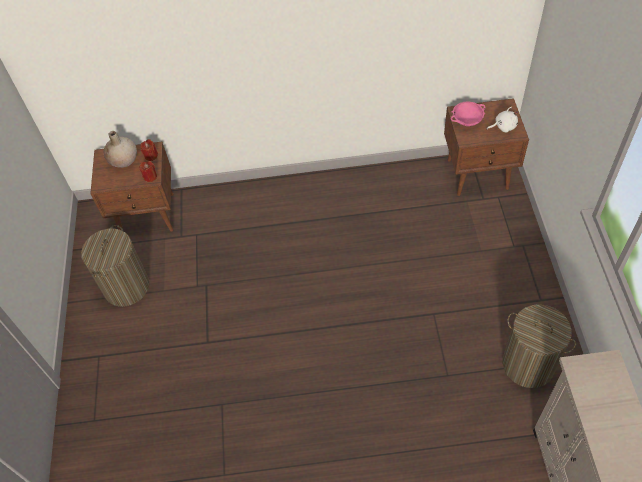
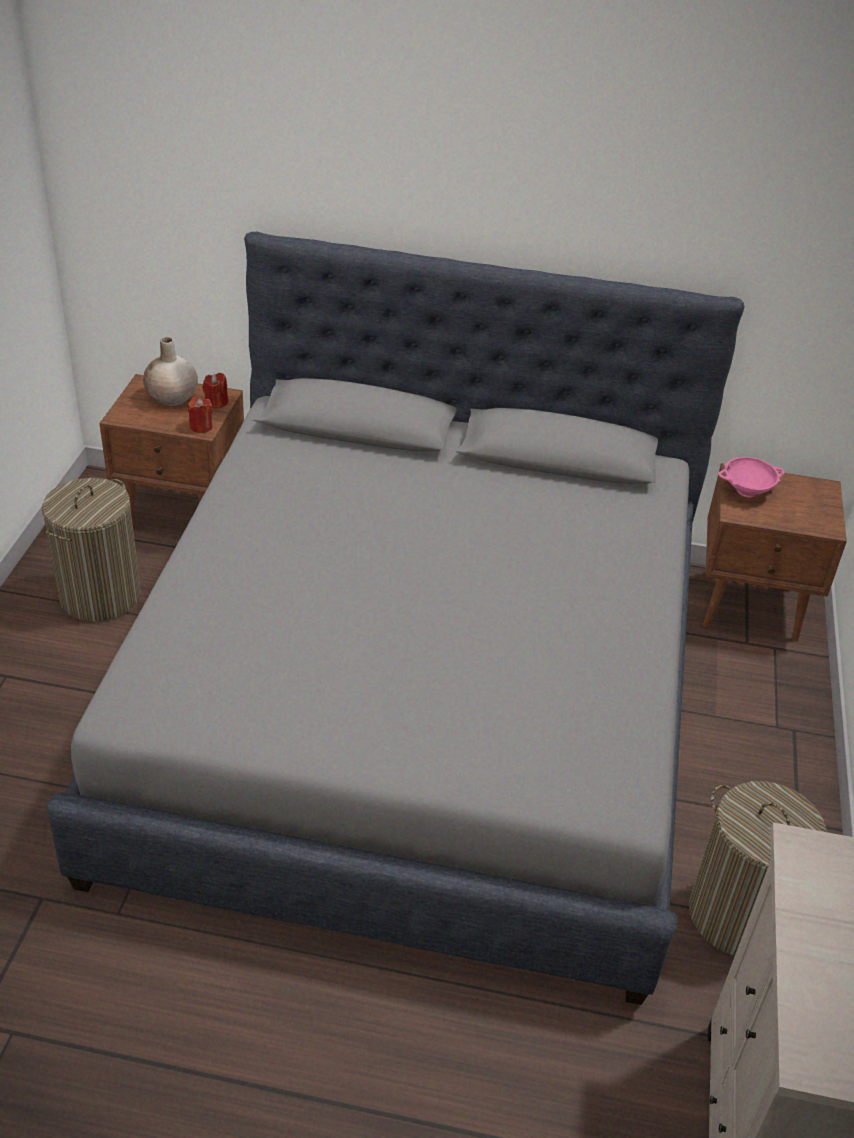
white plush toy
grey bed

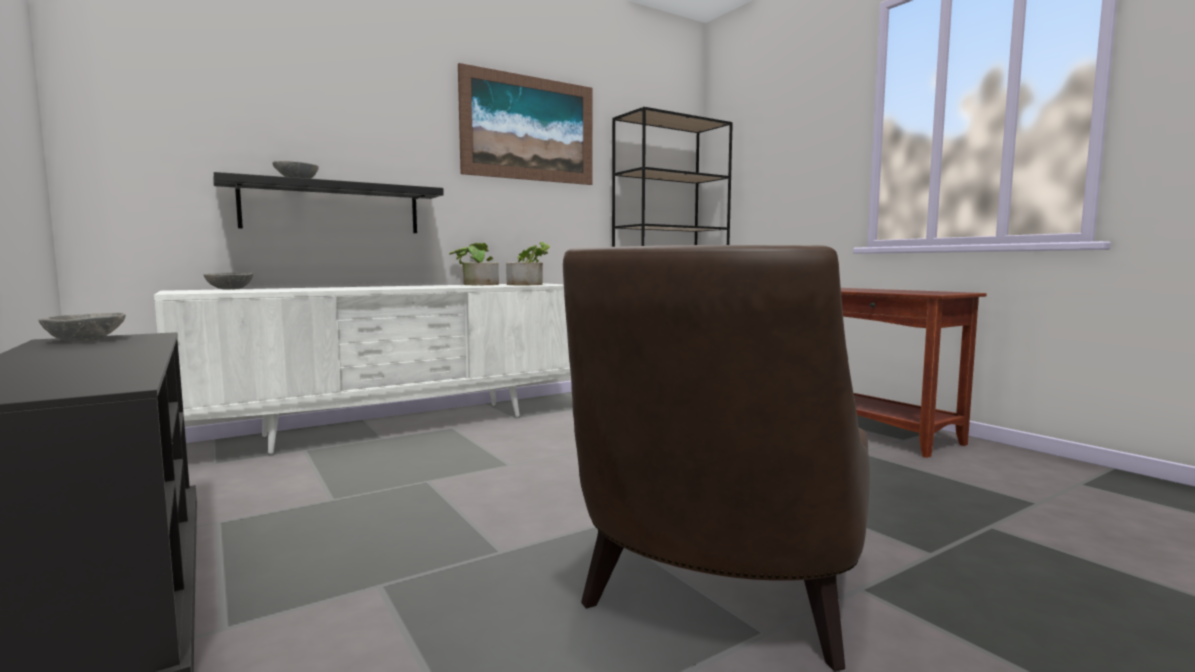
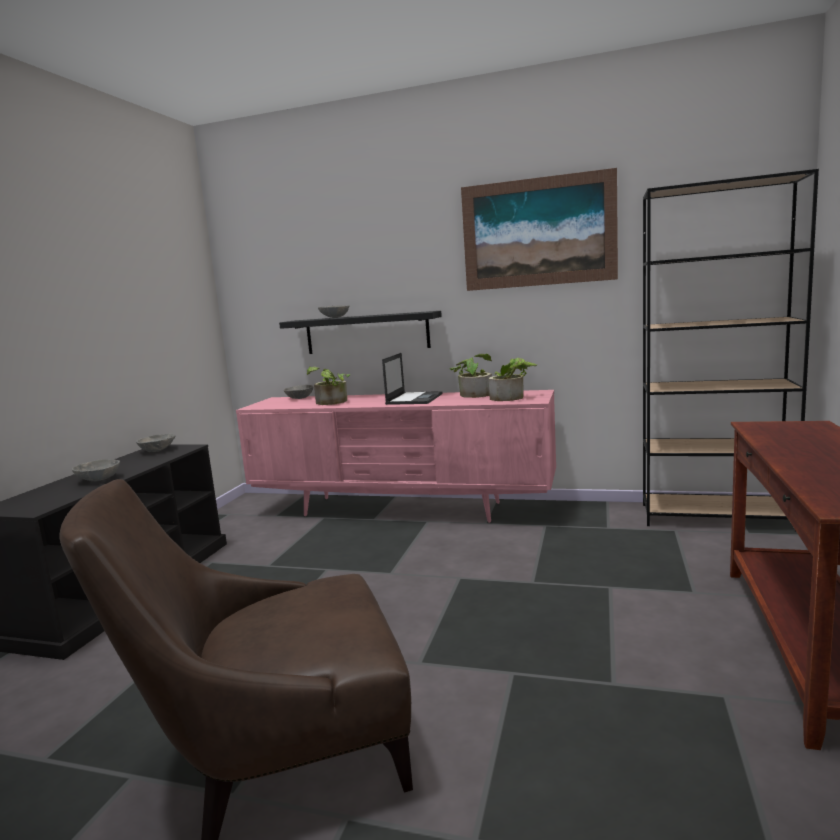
pink cabinet
laptop
potted plant (1st from left)
grey bowl (1st from left)

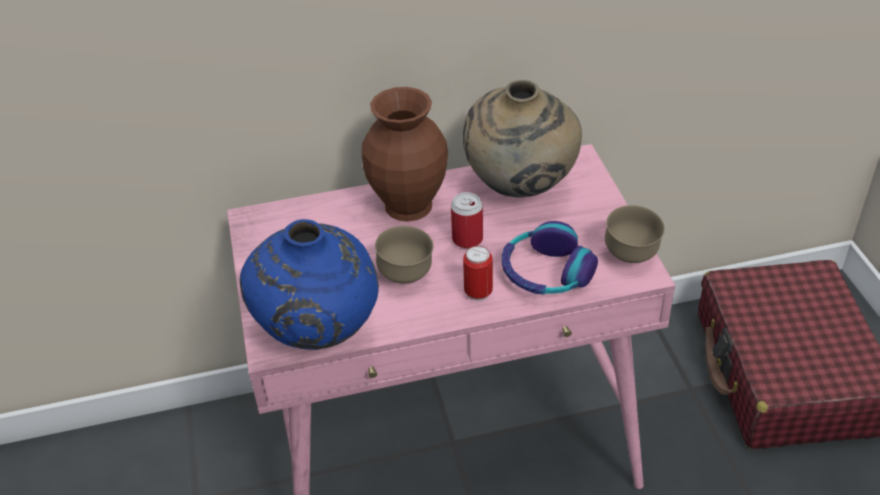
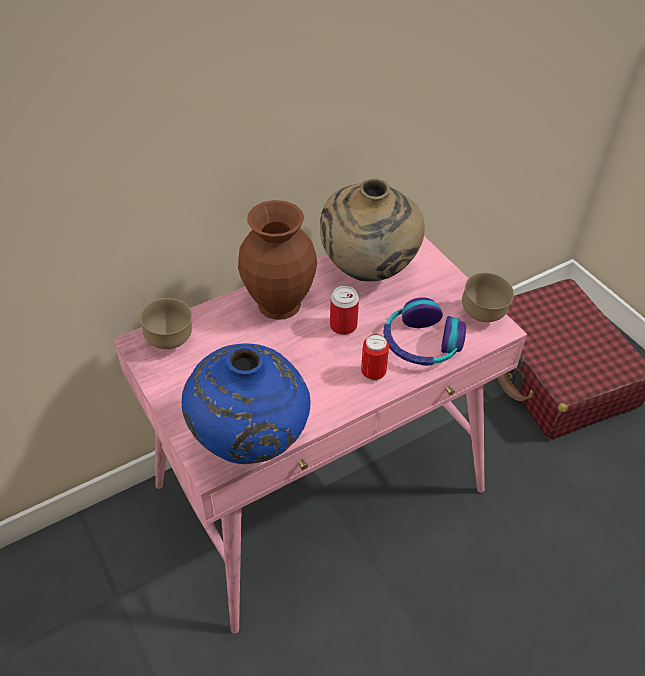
brown bowl (1st from left)

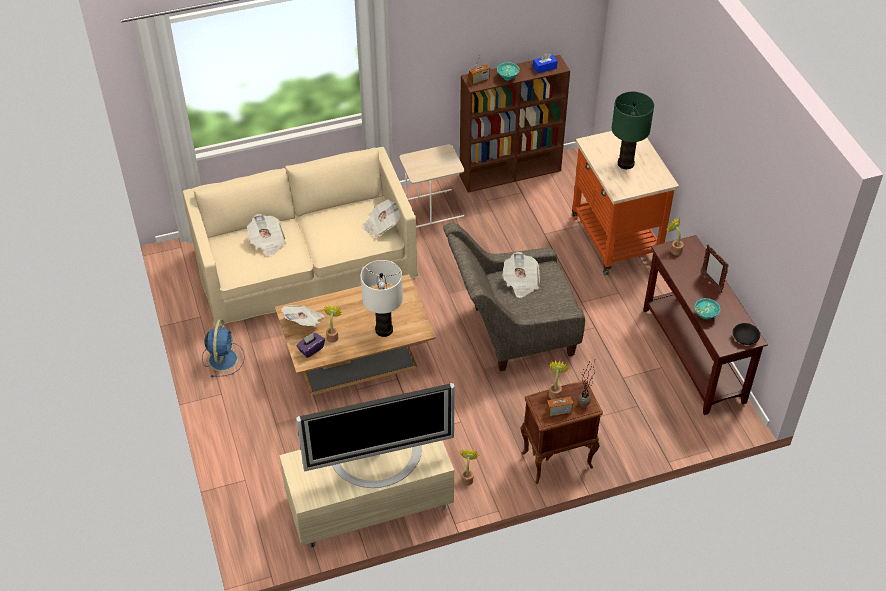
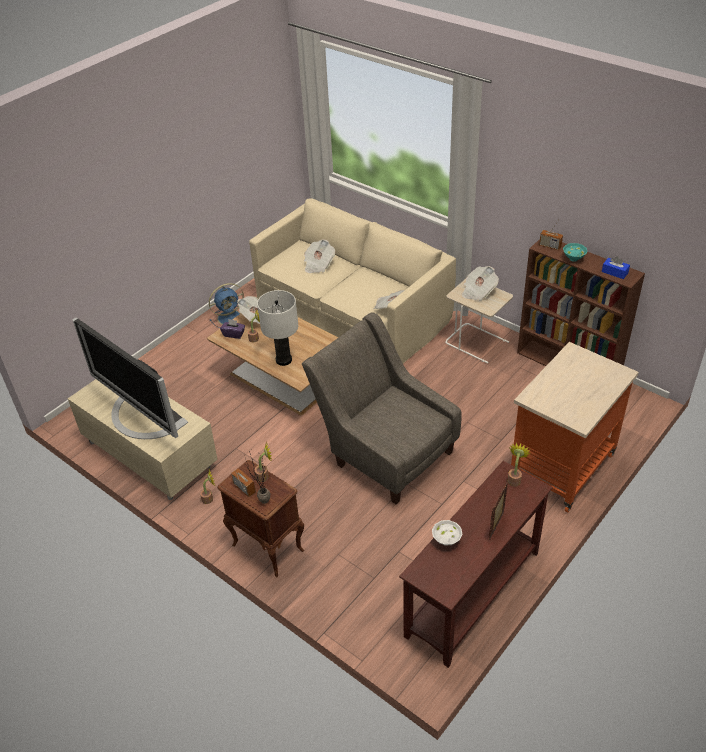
green table lamp
newspaper (4th from left)
white bowl
black bowl

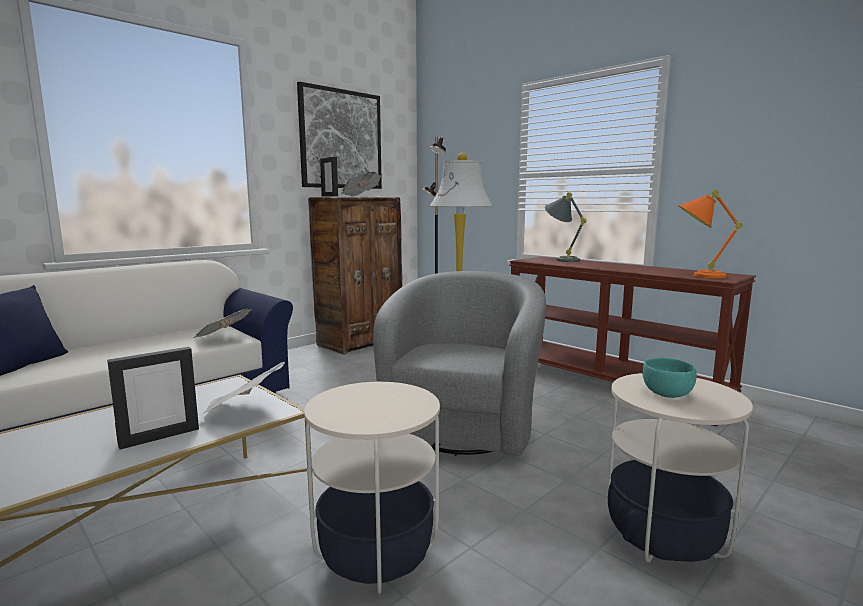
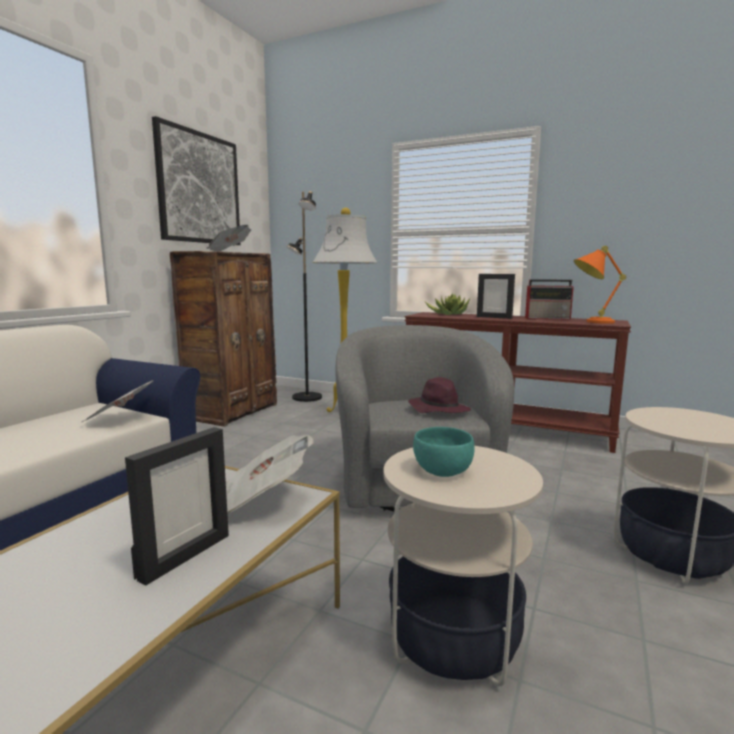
picture frame (2nd from left)
potted plant
turquoise bowl
radio
purple hat

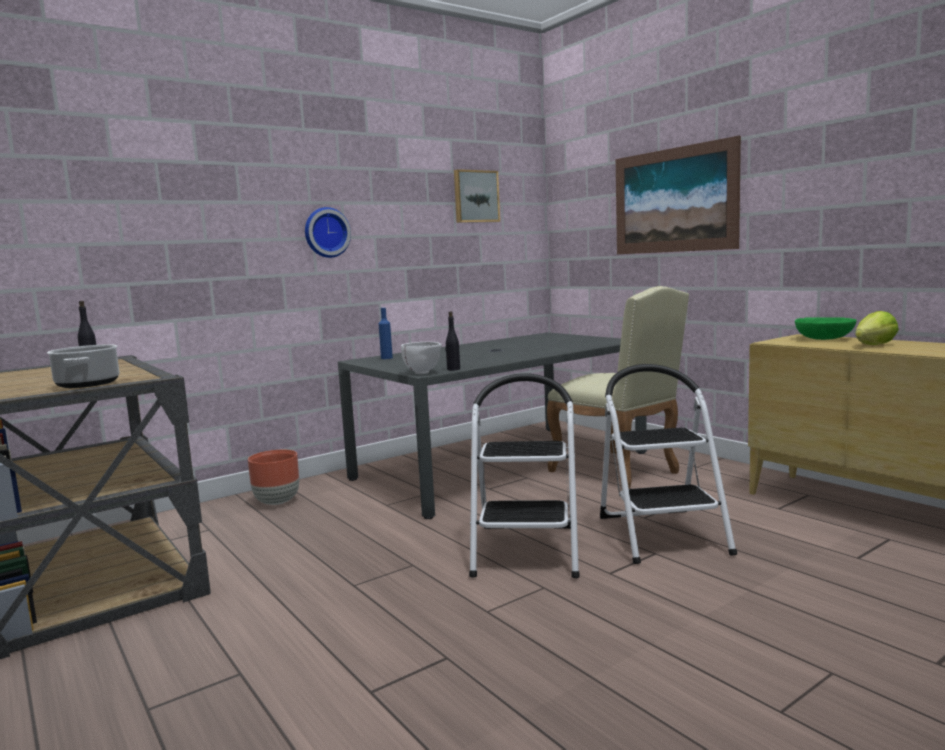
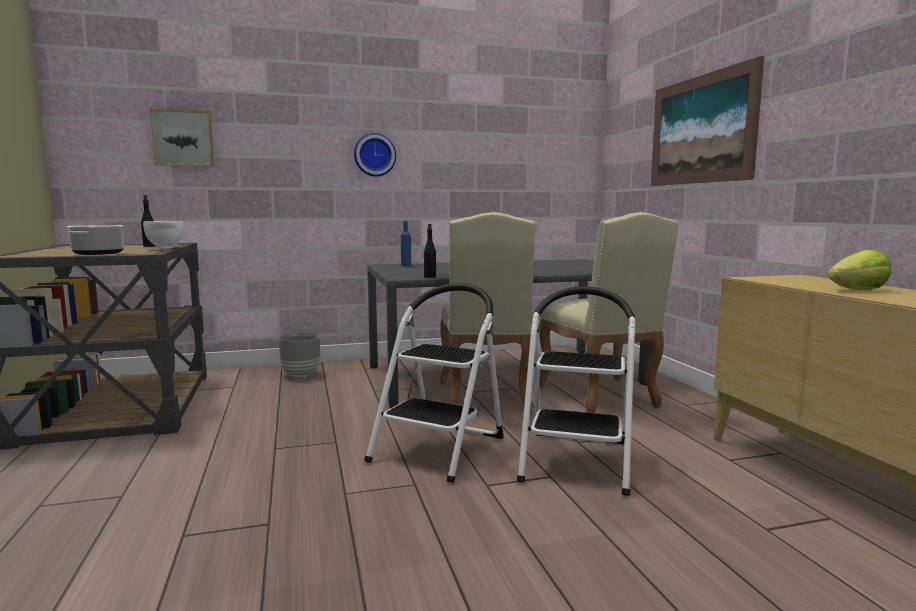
picture (1st from left)
green bowl
white bowl
grey planter
beige chair (1st from left)

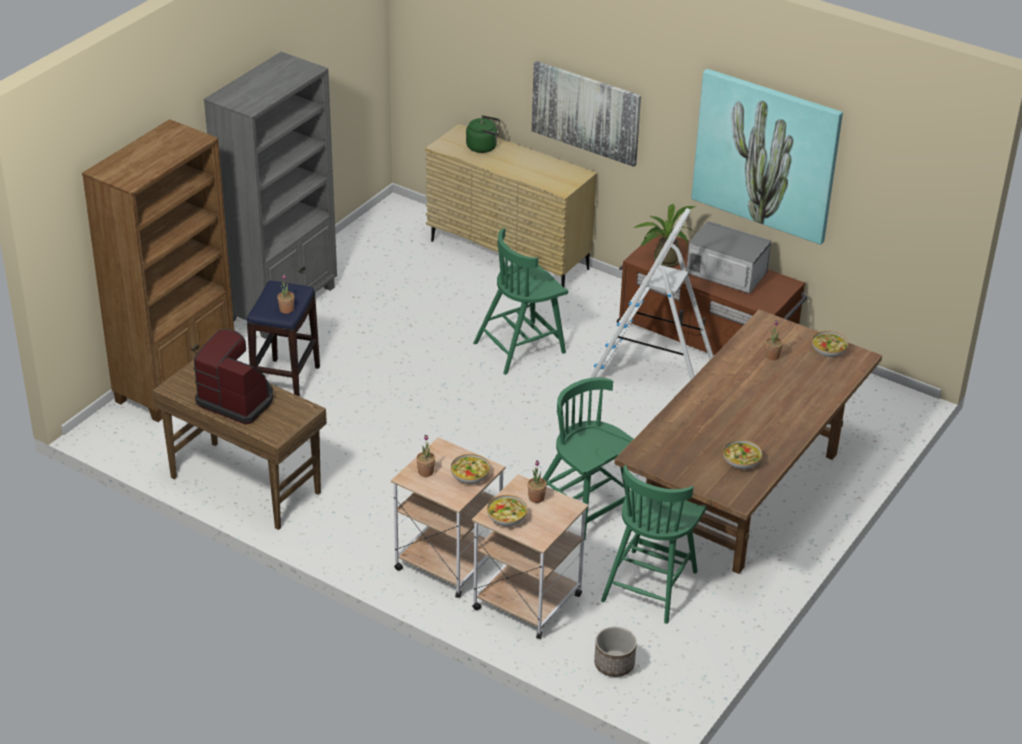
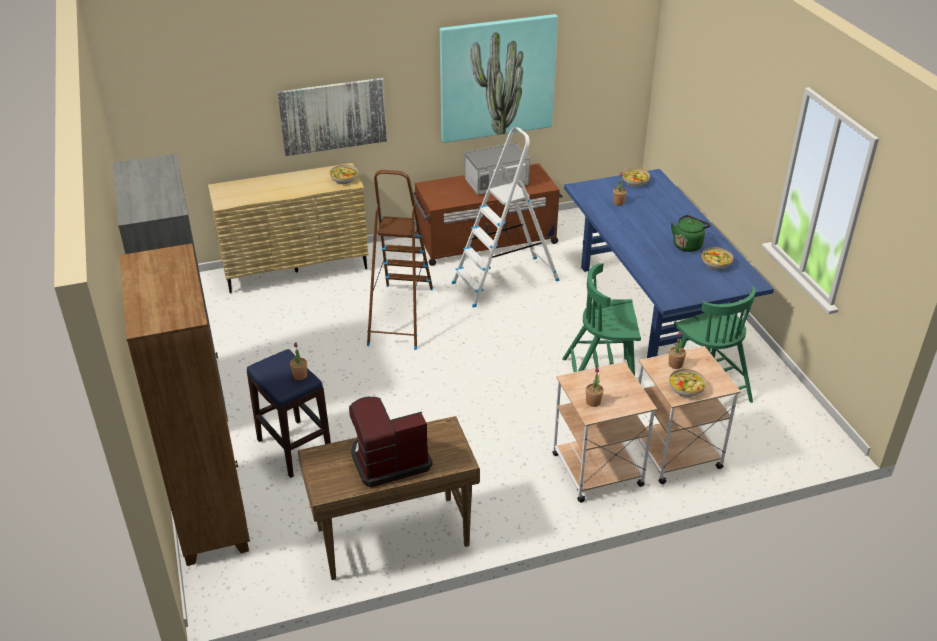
green kettle
potted plant (4th from left in the first image)
brown step ladder
blue dining table
bowl (1st from left)
planter

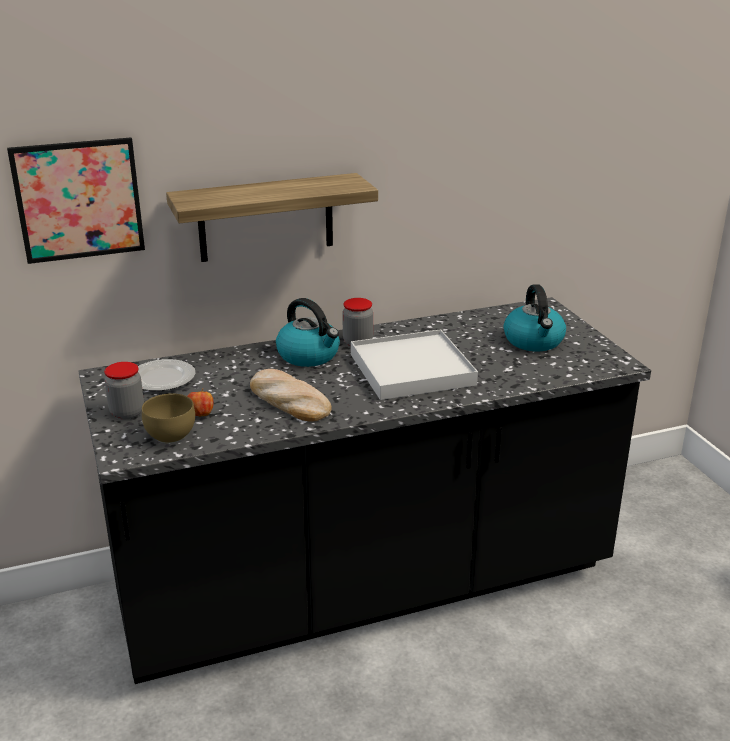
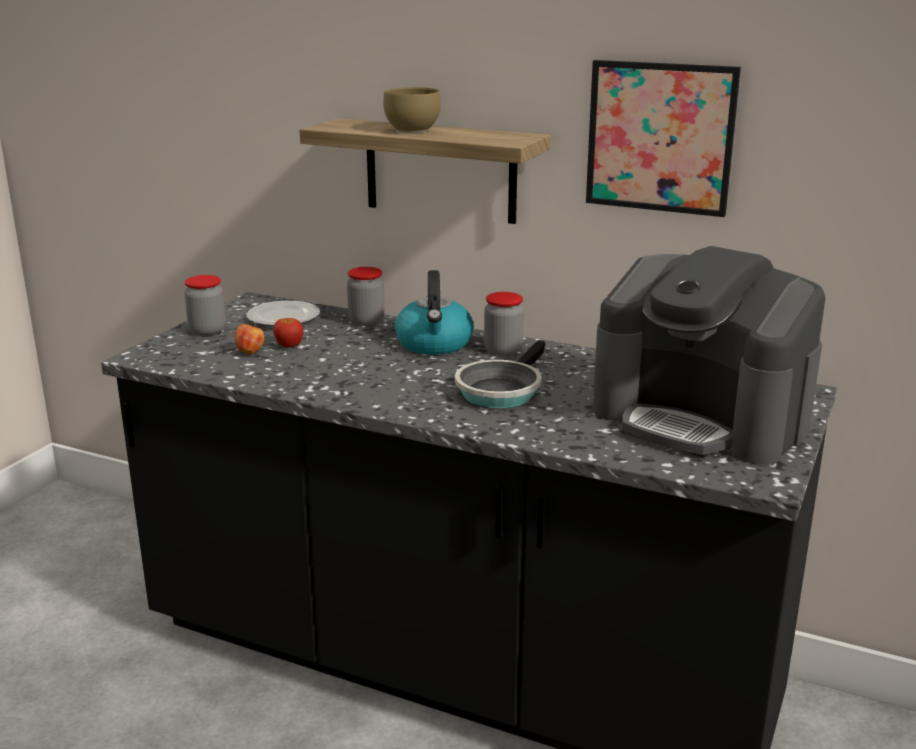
picture
coffee machine
frying pan
bread
brown bowl
jar (2nd from left)
apple (2nd from left)

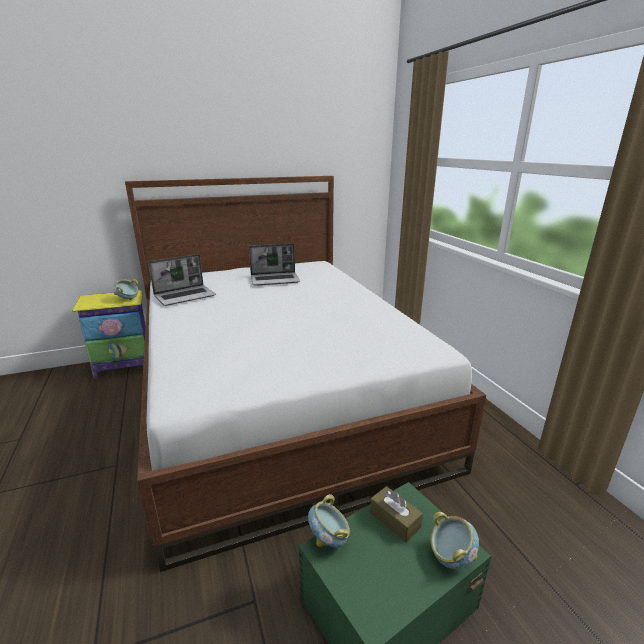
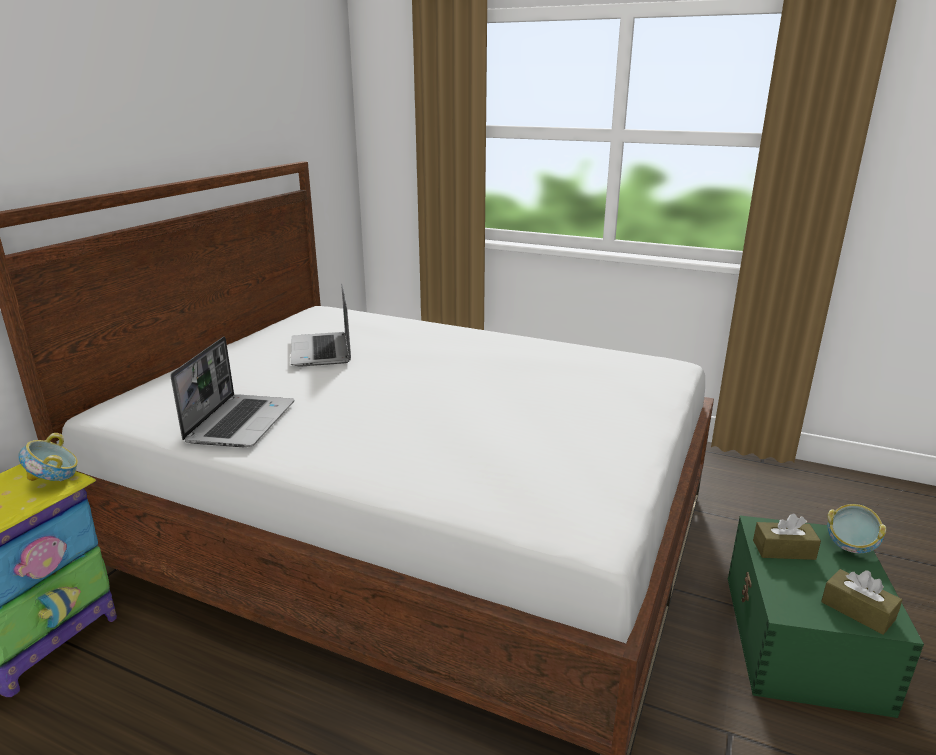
laptop (2nd from left)
bowl (2nd from left in the first image)
brown tissue box (2nd from left)

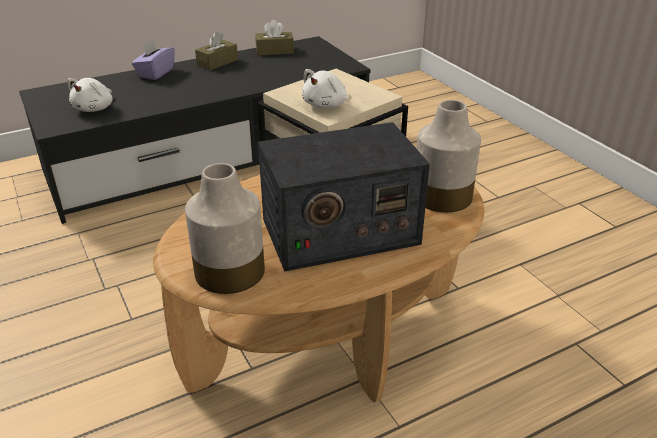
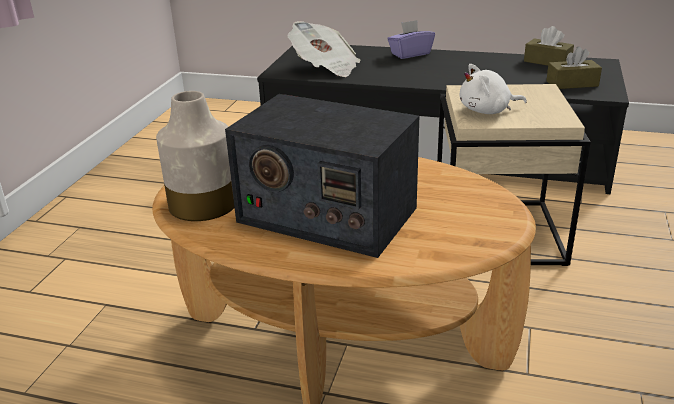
brown tissue box (2nd from left)
newspaper
beige vase (2nd from left in the first image)

